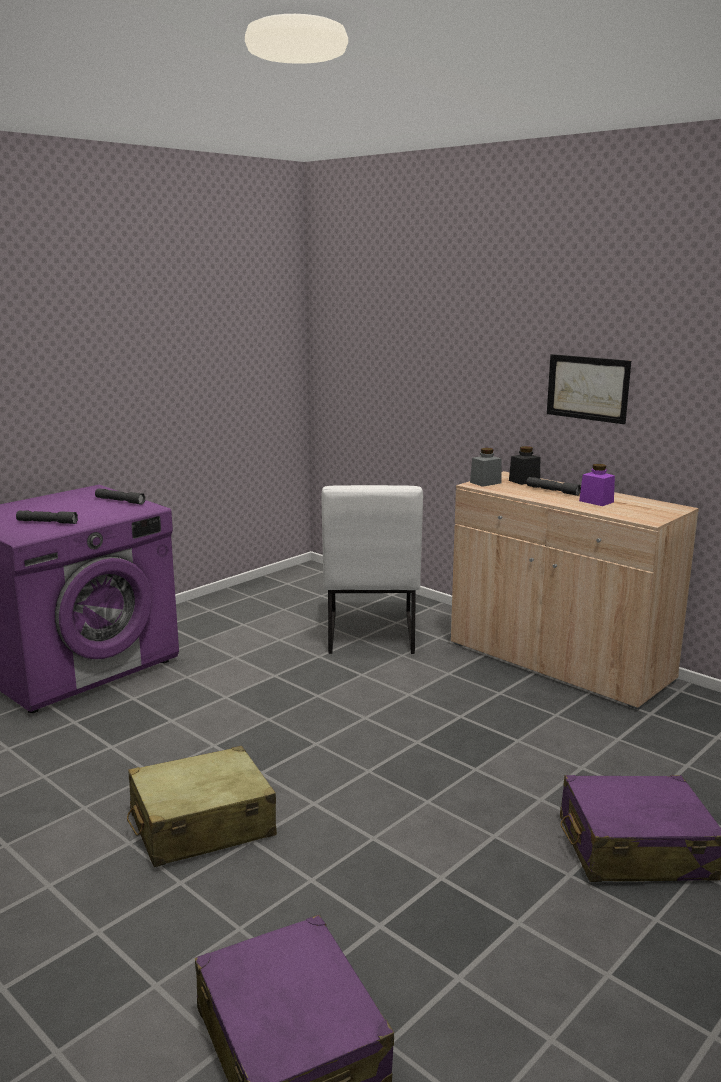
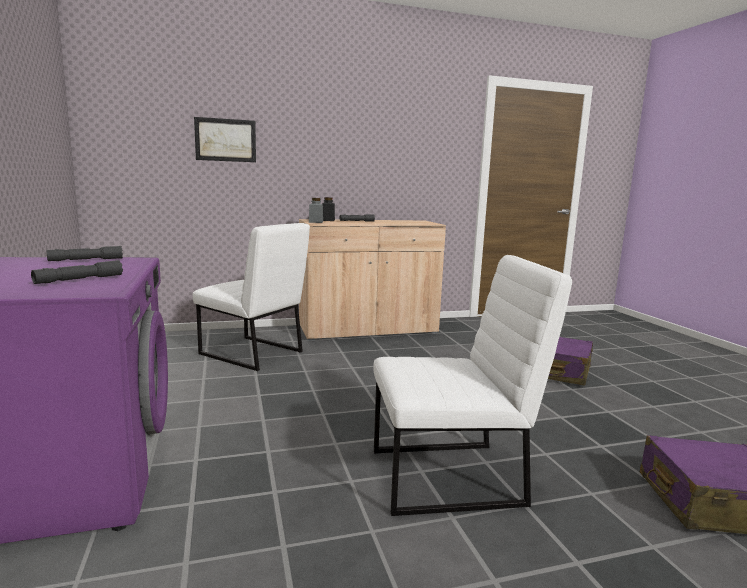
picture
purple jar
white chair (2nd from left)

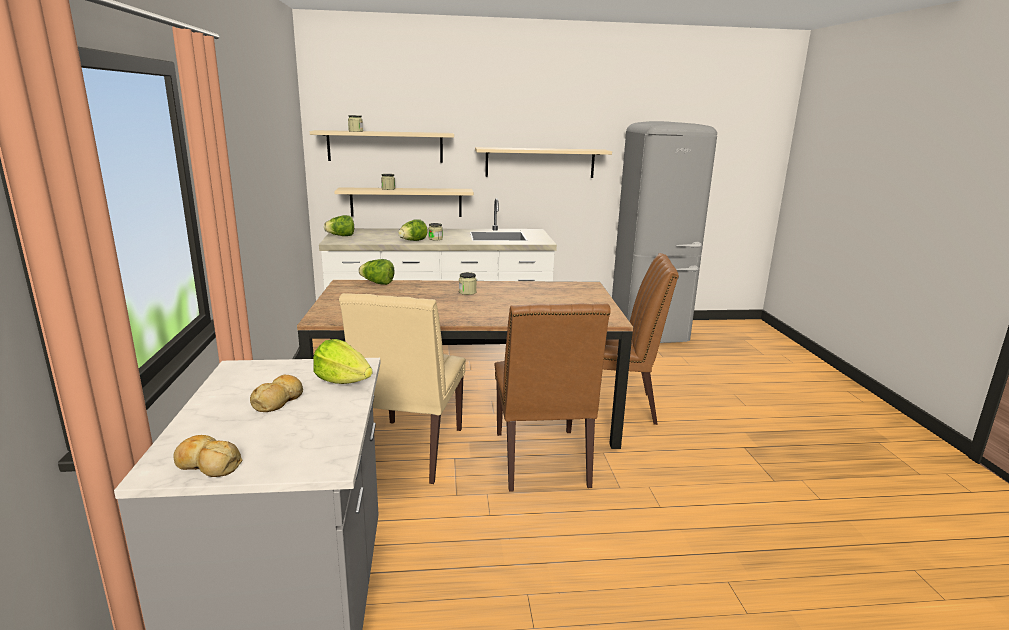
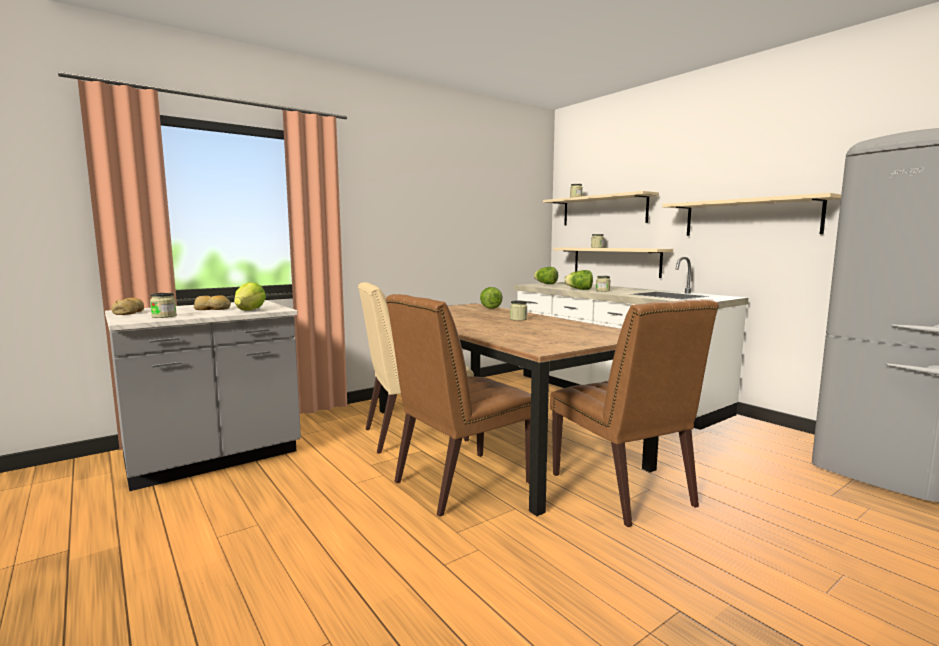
jar (1st from left)

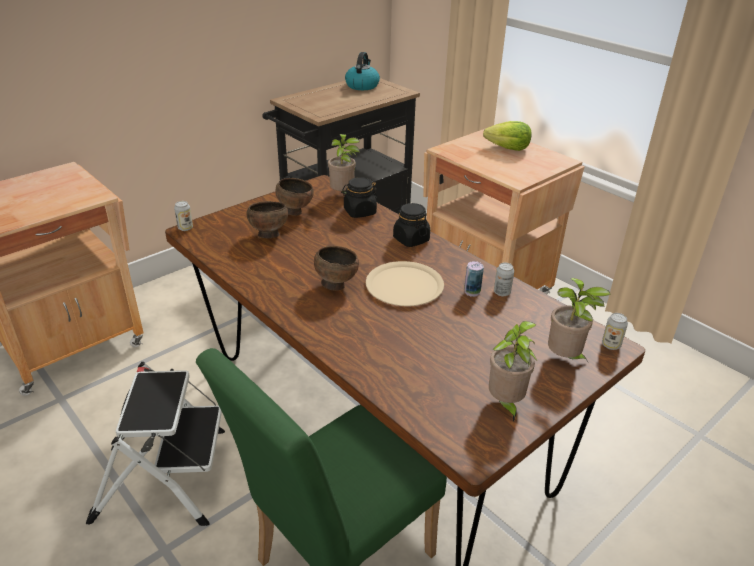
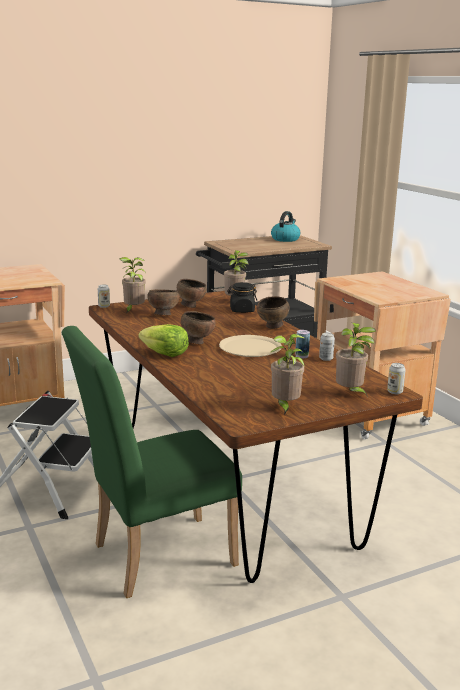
lettuce
brown bowl (4th from left)
potted plant (1st from left)

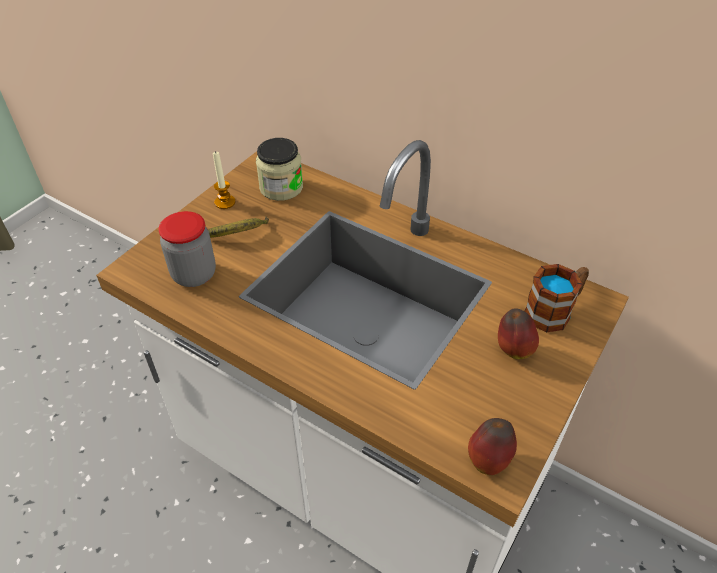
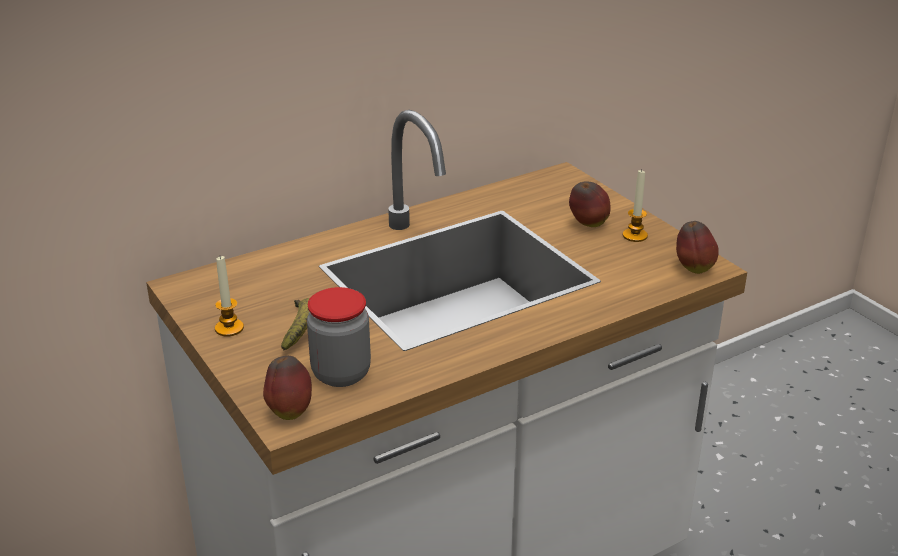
jar (2nd from left in the first image)
mug
candle (2nd from left)
apple (1st from left)

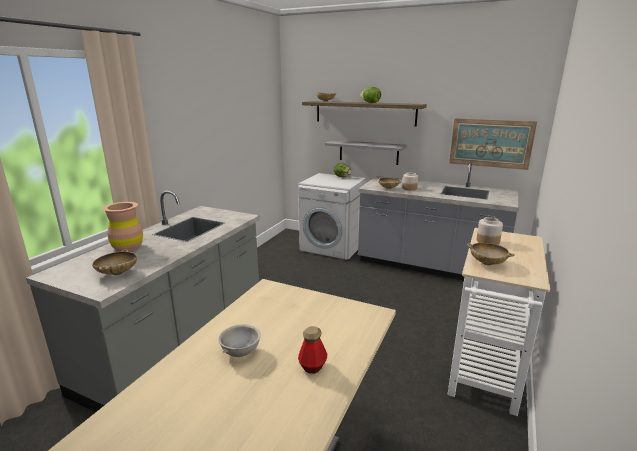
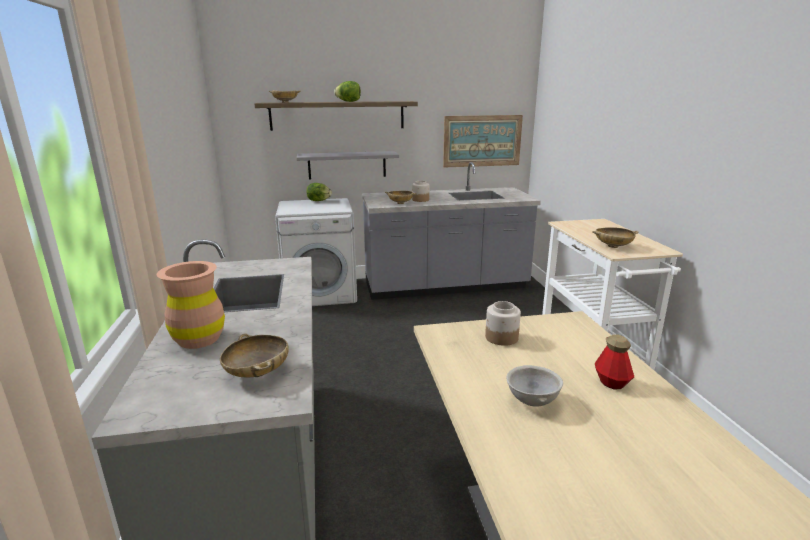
jar (2nd from left)

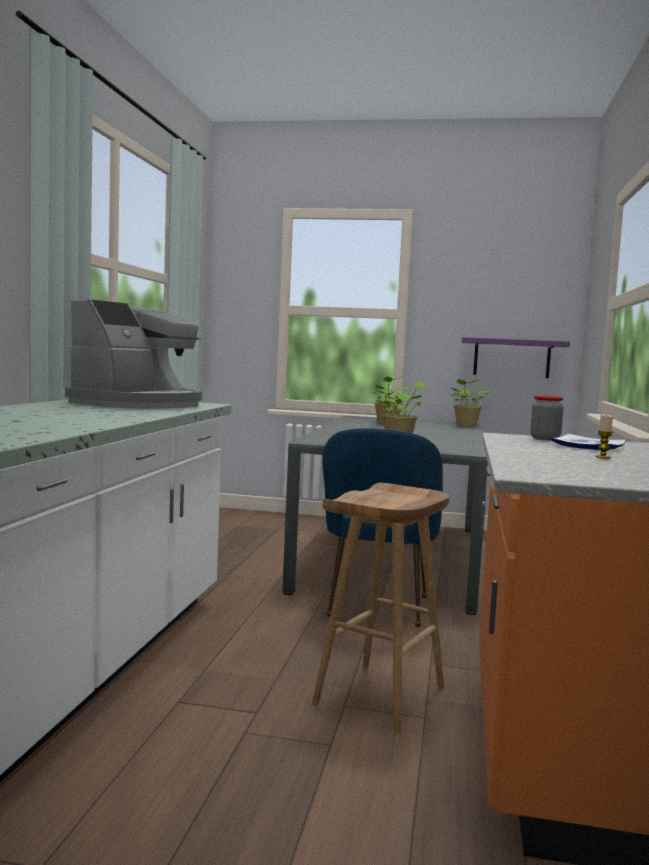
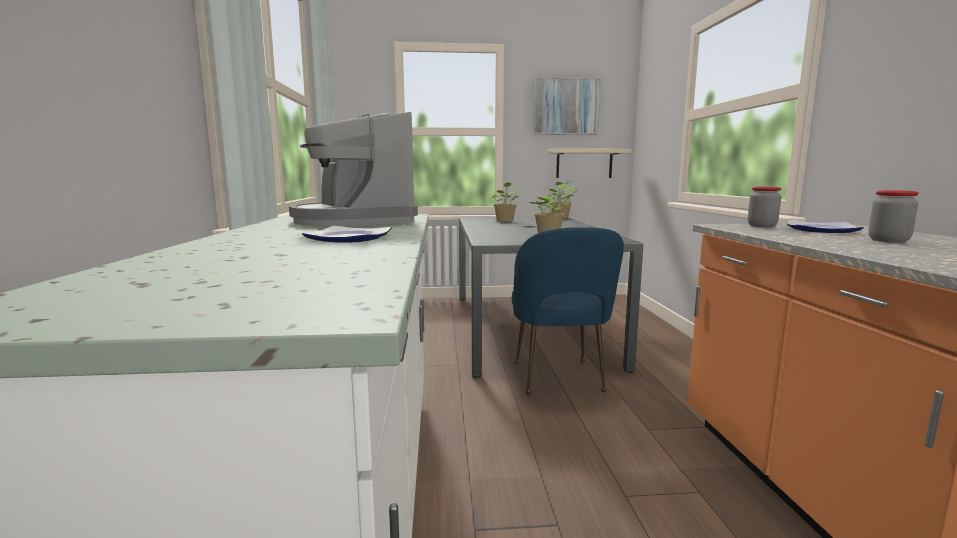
coffee machine
beige shelf
jar (2nd from left)
brown stool
picture
plate (1st from left)

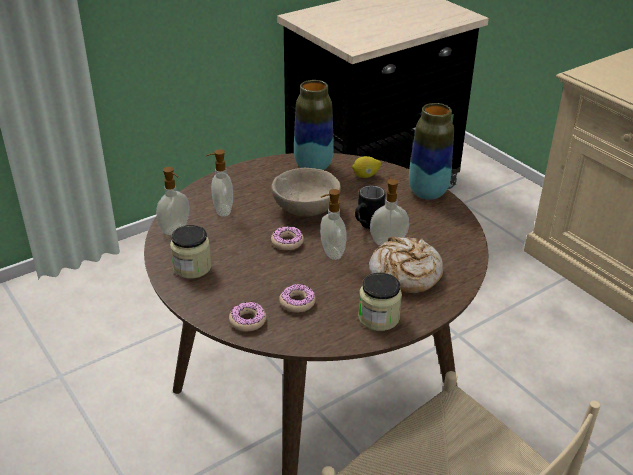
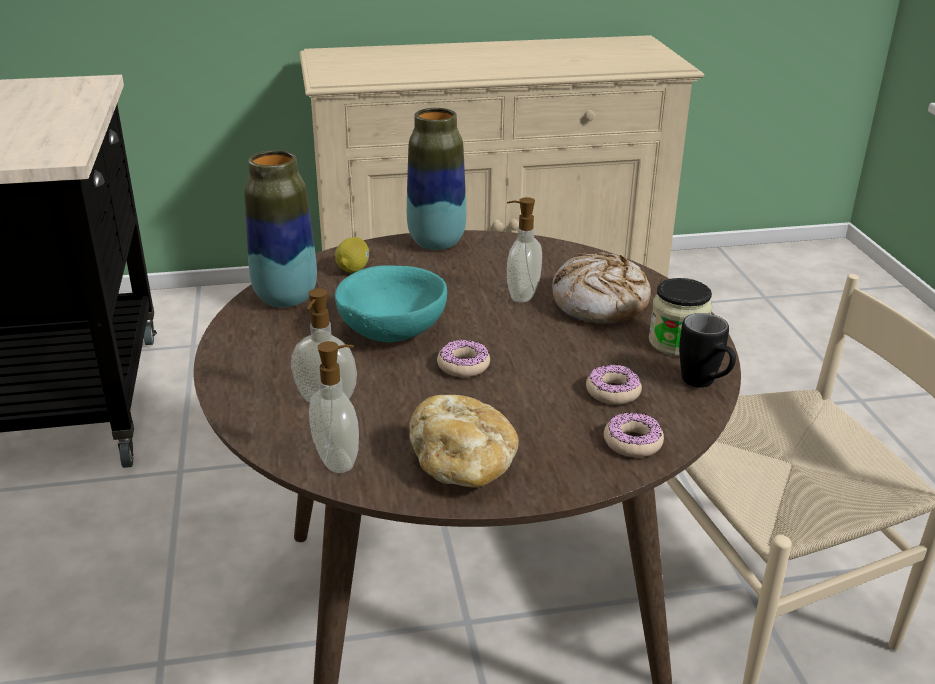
turquoise bowl
black mug
soap dispenser (3rd from left in the first image)
bread (1st from left)

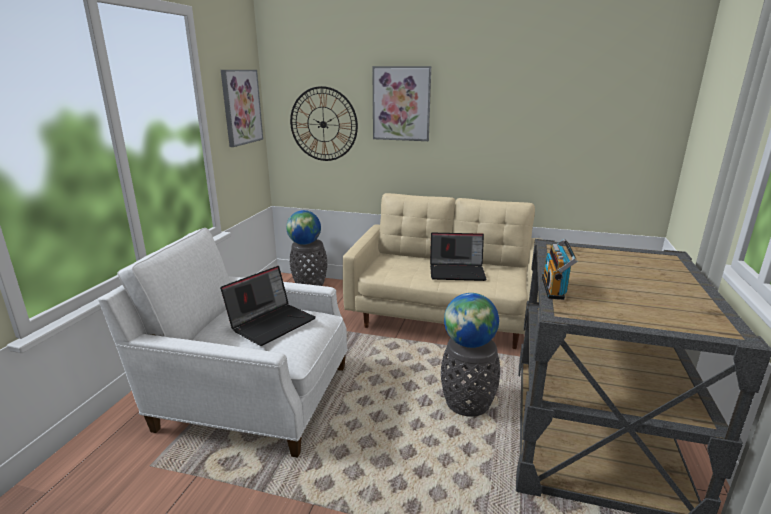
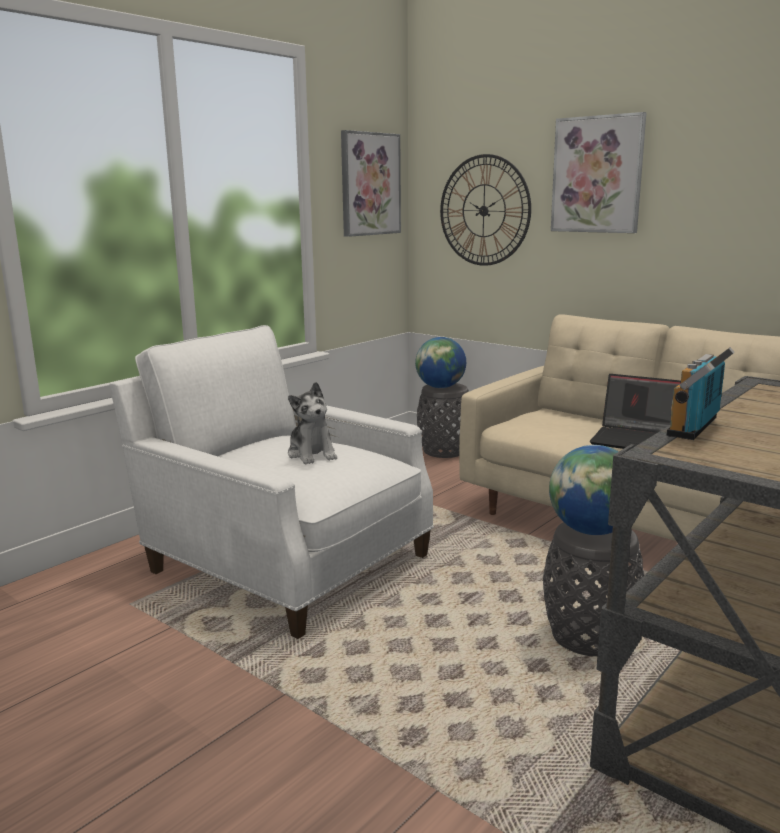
plush toy

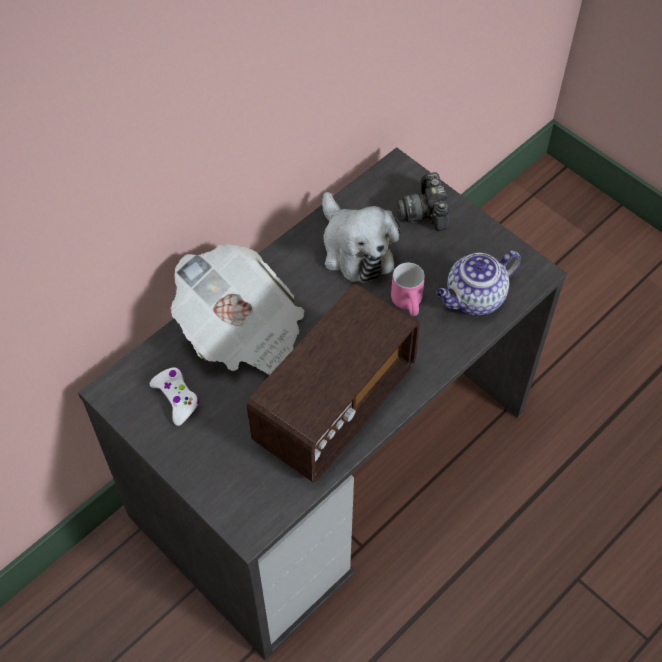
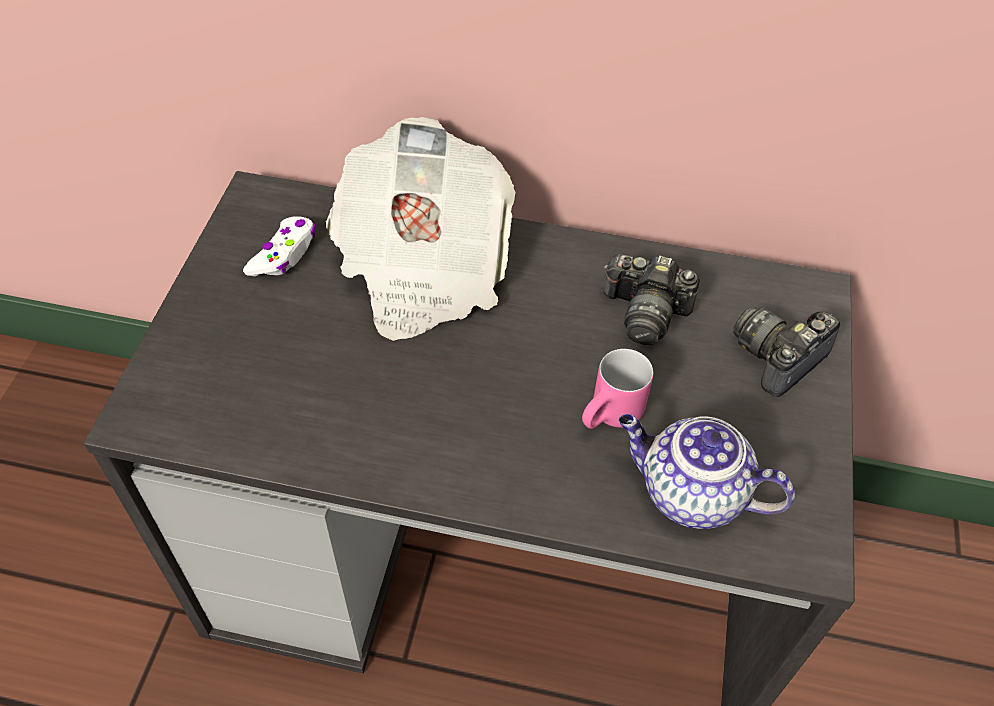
photo camera (1st from left)
radio

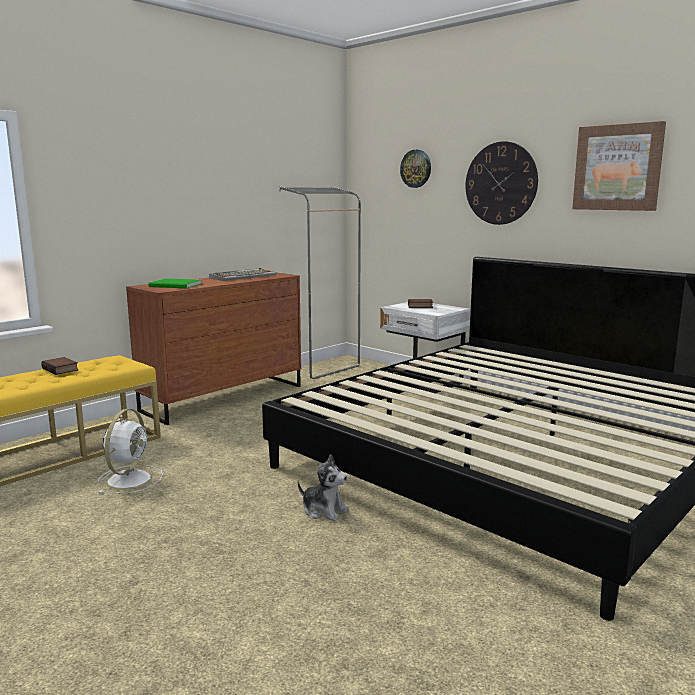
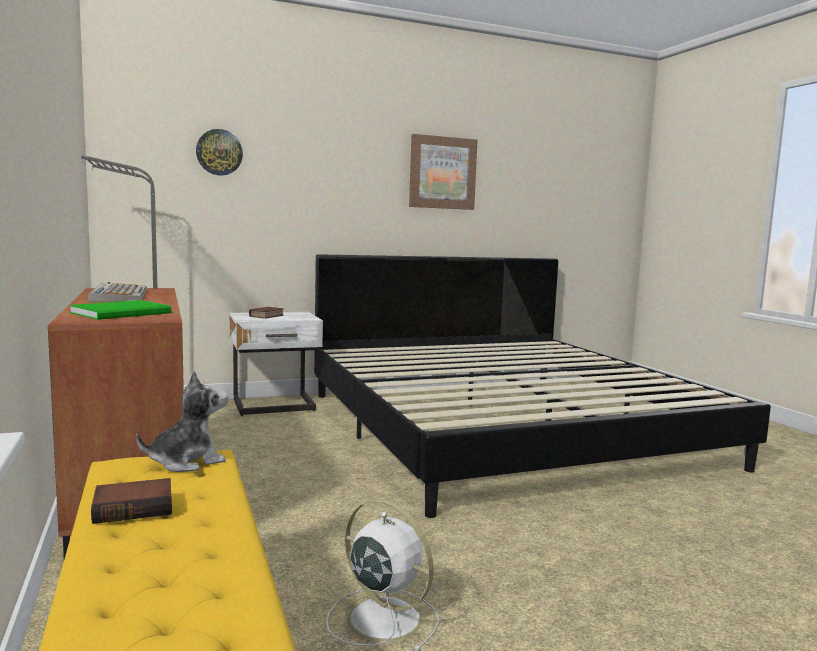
wall clock (2nd from left in the first image)
plush toy

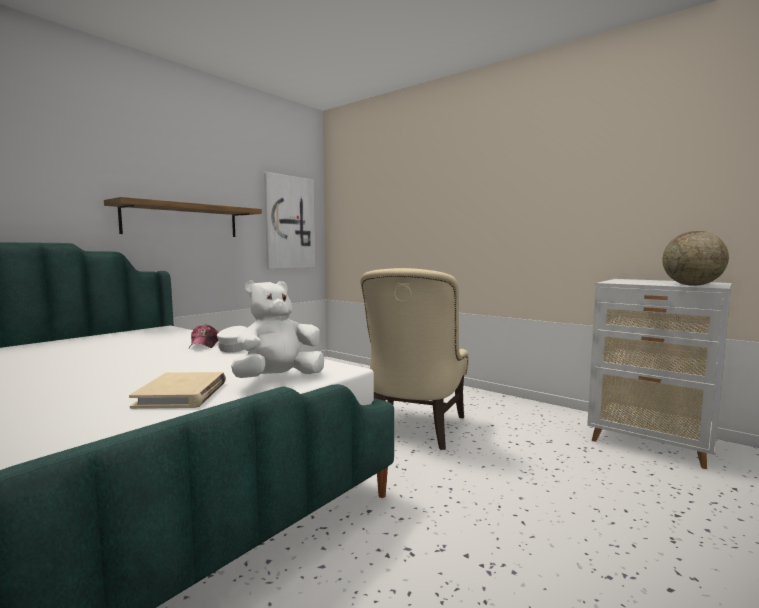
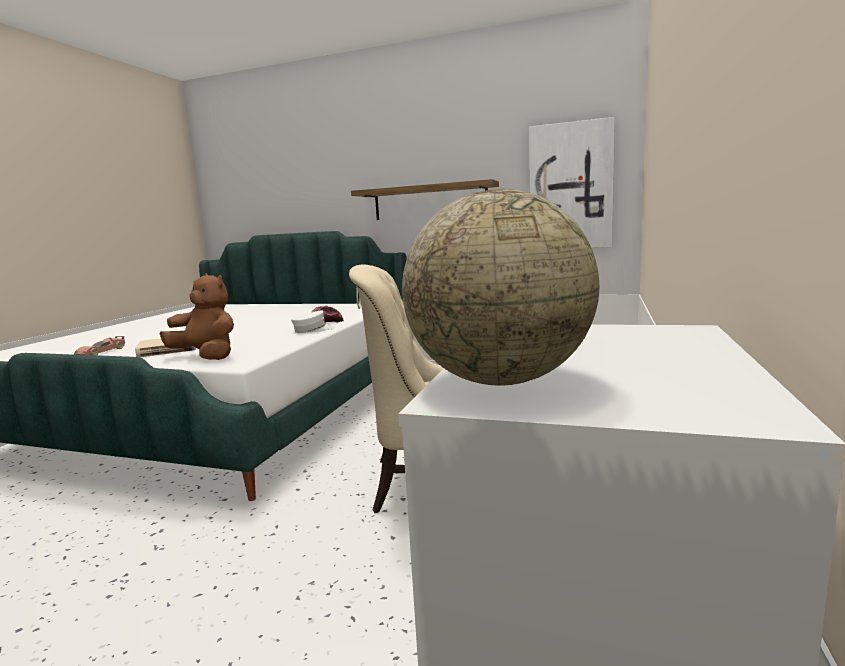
brown plush toy
toy car

